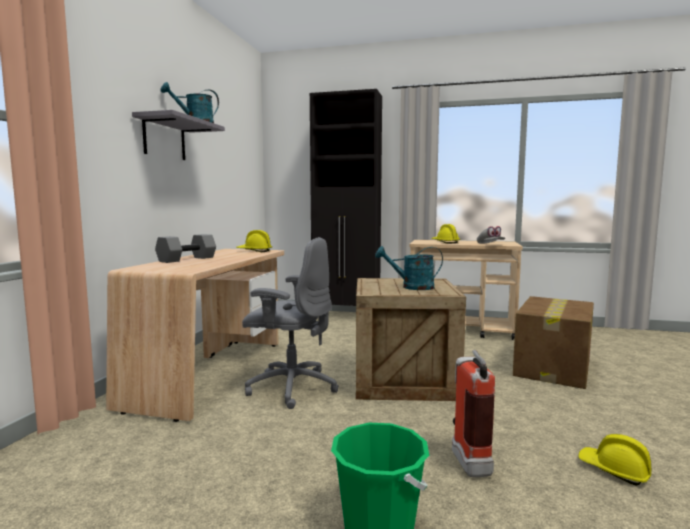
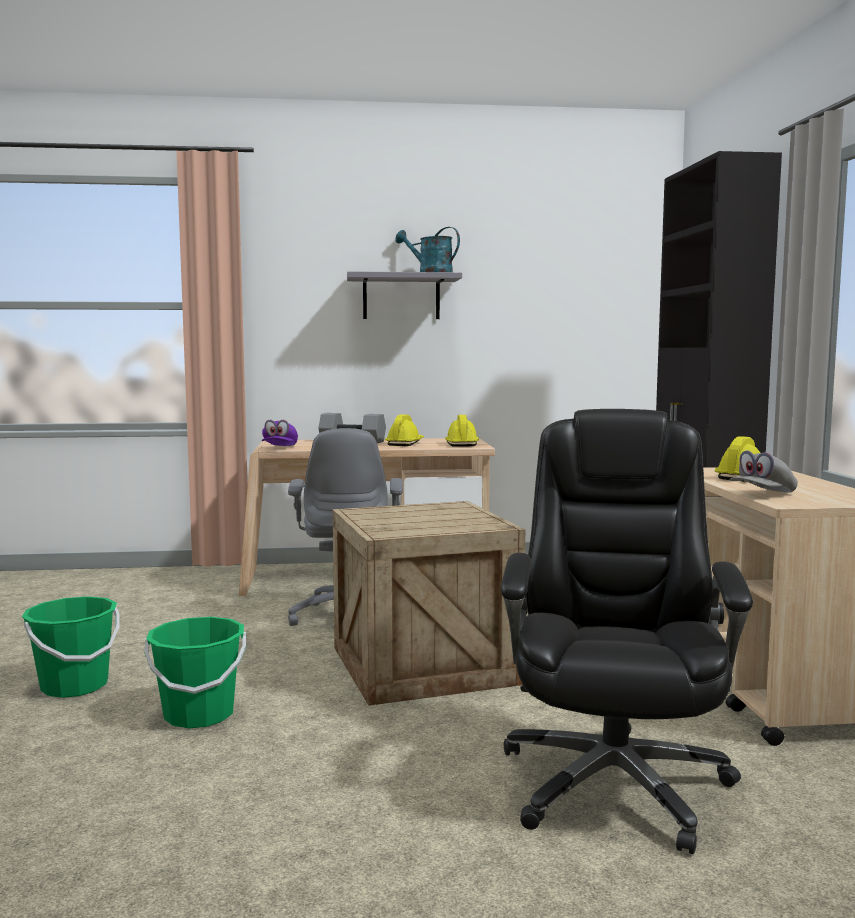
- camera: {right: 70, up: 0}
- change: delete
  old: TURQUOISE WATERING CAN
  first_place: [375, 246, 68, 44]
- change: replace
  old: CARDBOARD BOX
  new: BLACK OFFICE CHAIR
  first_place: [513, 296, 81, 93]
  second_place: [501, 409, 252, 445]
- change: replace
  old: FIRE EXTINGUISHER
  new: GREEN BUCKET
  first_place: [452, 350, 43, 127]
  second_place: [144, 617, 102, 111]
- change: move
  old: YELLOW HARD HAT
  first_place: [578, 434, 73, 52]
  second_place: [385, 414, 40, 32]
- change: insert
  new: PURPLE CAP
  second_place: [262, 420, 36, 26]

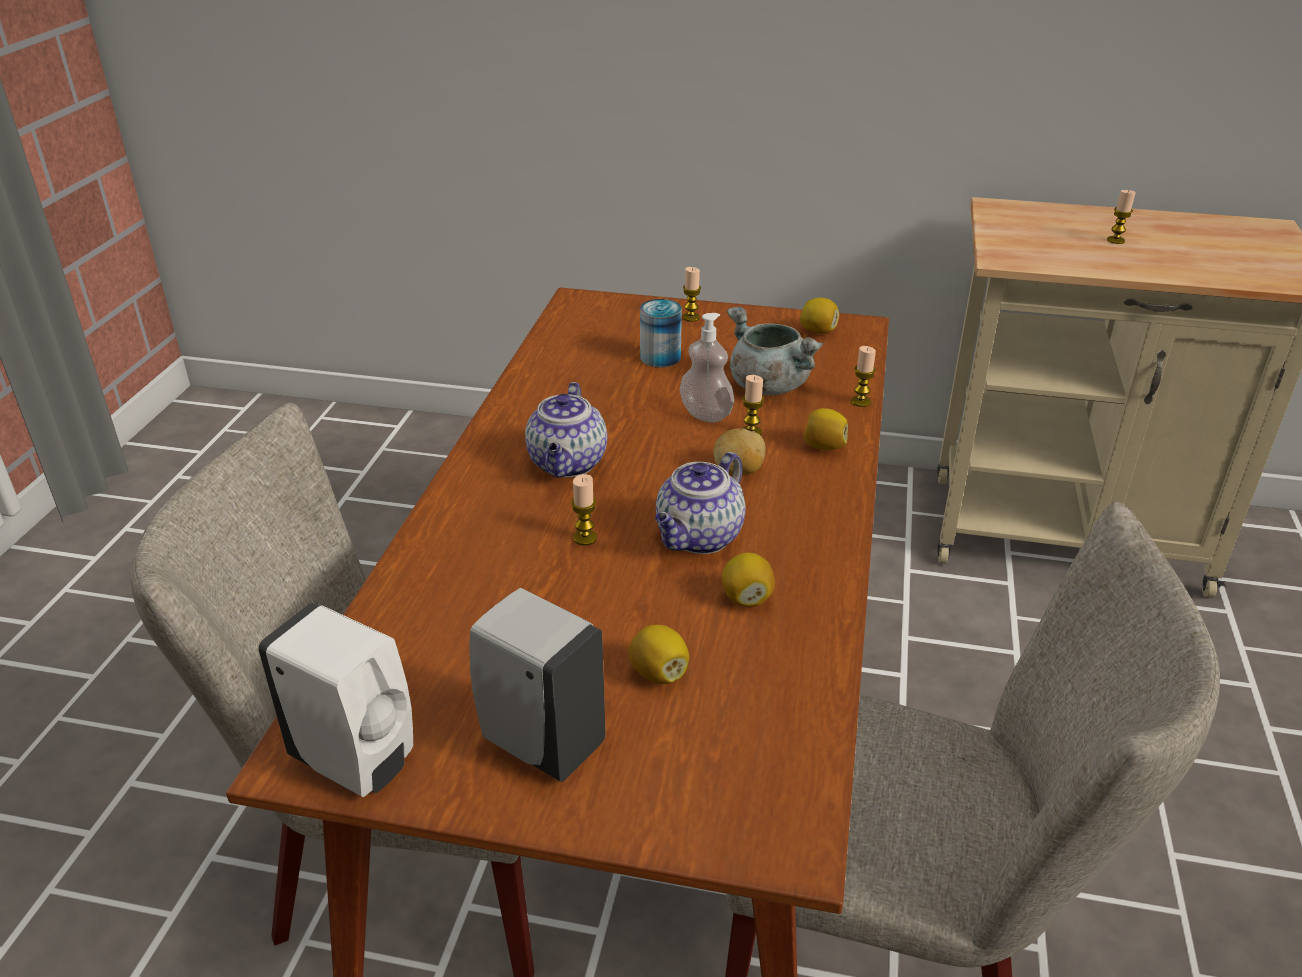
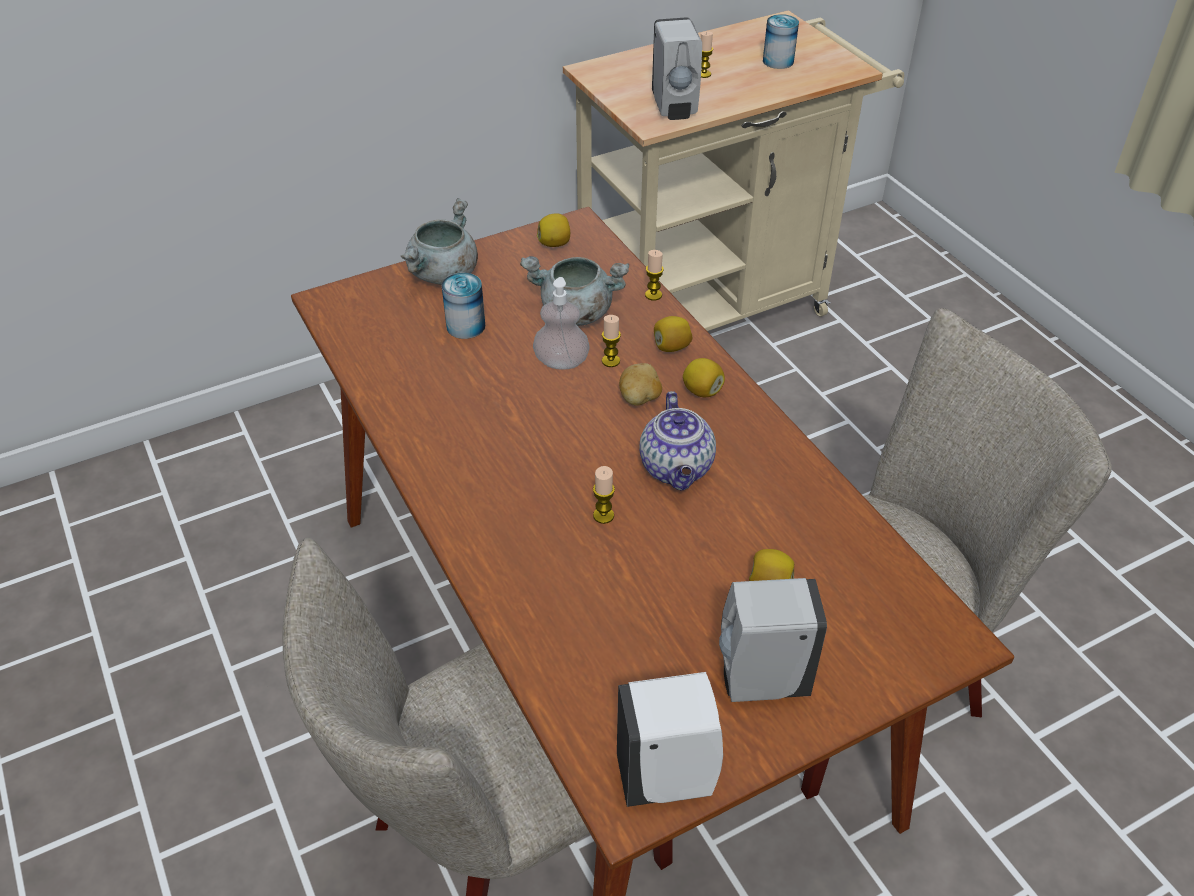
- camera: {right: -40, up: 10}
- change: replace
  old: CANDLE
  new: GREY COOKING POT
  first_place: [682, 267, 19, 55]
  second_place: [401, 198, 77, 87]
- change: delete
  old: TEAPOT
  first_place: [525, 382, 83, 95]
- change: move
  old: LEMON
  first_place: [722, 553, 53, 54]
  second_place: [683, 358, 42, 39]
- change: insert
  new: CAN
  second_place: [763, 14, 36, 55]
- change: insert
  new: WHITE SOAP DISPENSER
  second_place: [652, 17, 50, 103]

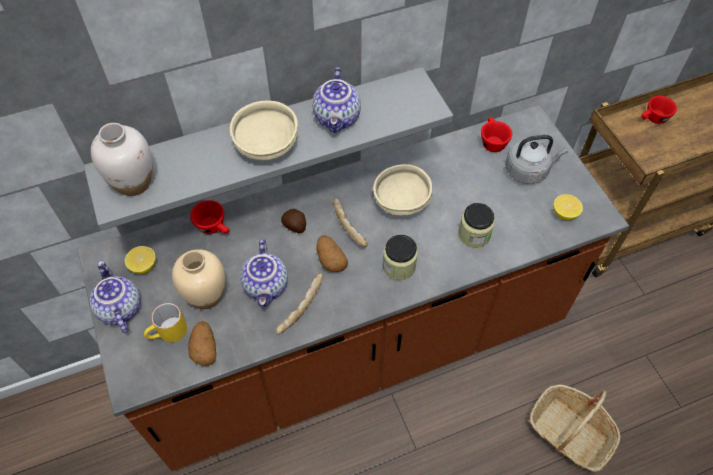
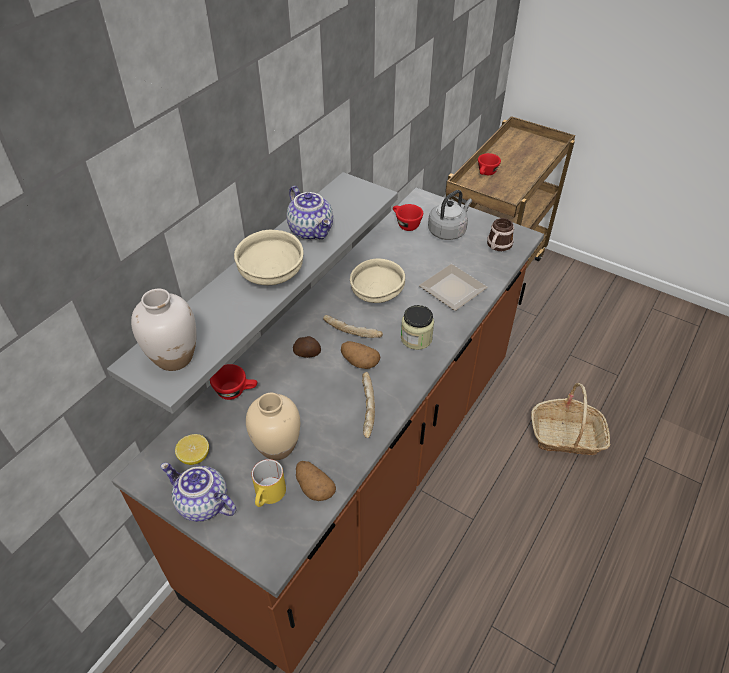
- camera: {right: -35, up: -10}
- change: replace
  old: LEMON
  new: MUG
  first_place: [553, 194, 30, 26]
  second_place: [487, 218, 27, 33]
- change: replace
  old: JAR
  new: PLATE
  first_place: [458, 203, 37, 45]
  second_place: [419, 264, 69, 47]
- change: delete
  old: TEAPOT
  first_place: [240, 239, 48, 68]

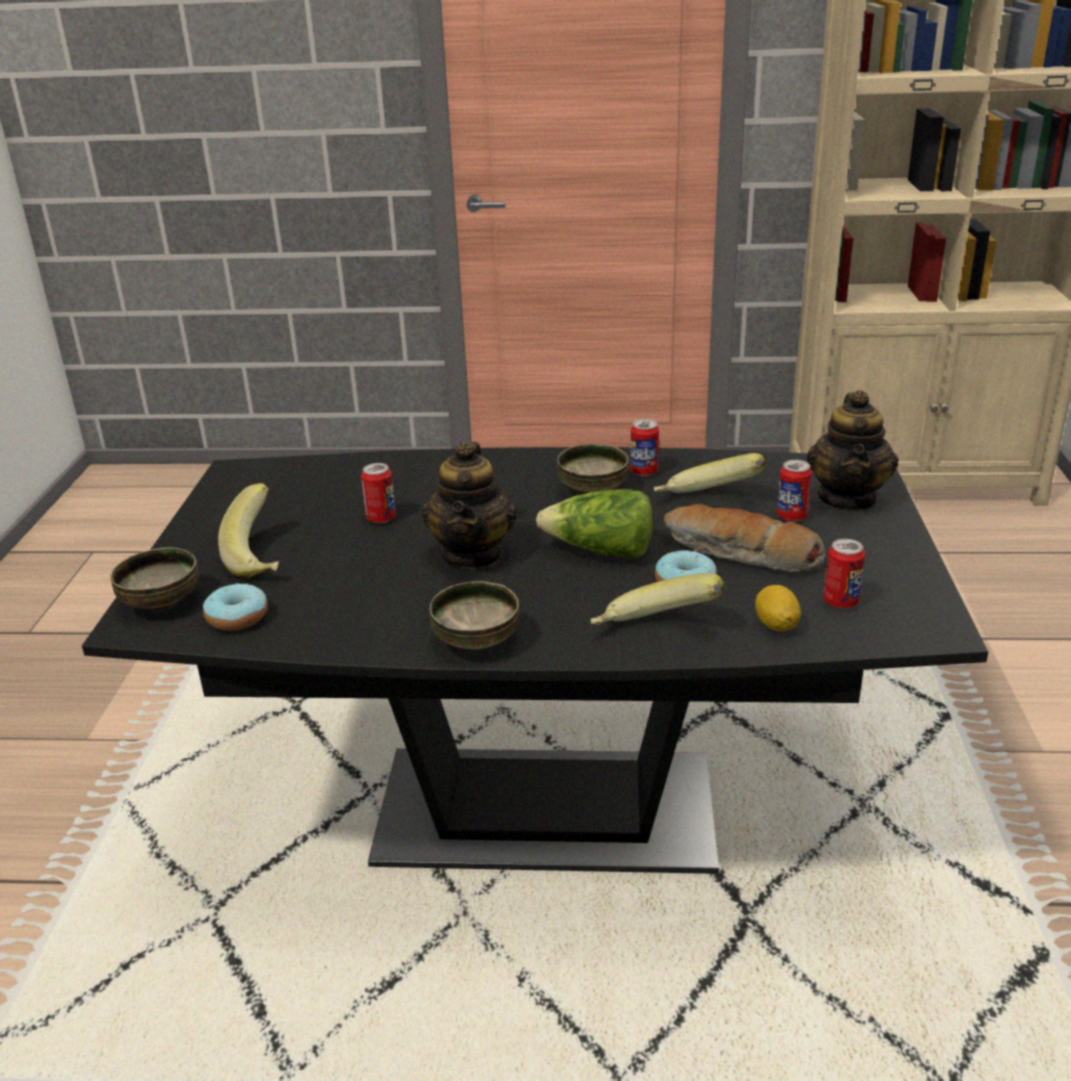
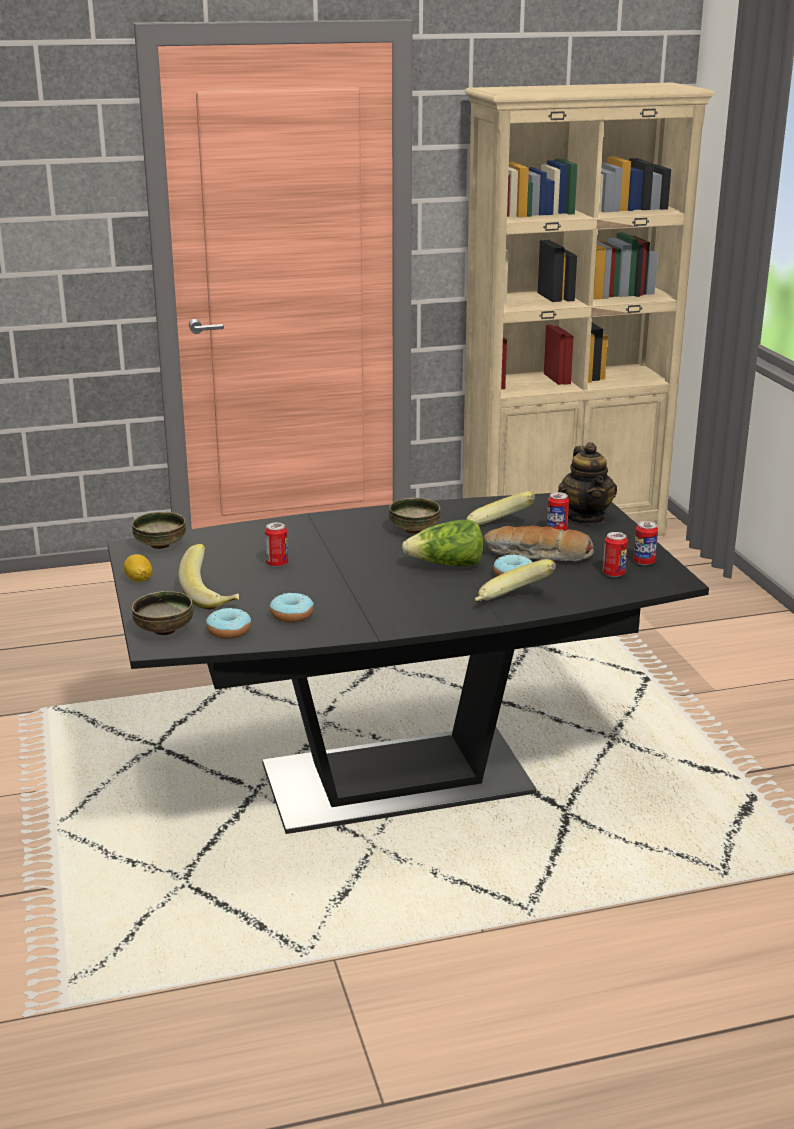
- camera: {right: -20, up: -5}
- change: move
  old: CAN
  first_place: [630, 419, 29, 57]
  second_place: [633, 521, 25, 44]
- change: delete
  old: TEAPOT
  first_place: [422, 441, 95, 129]
- change: move
  old: BOWL
  first_place: [429, 581, 91, 69]
  second_place: [132, 512, 54, 37]
- change: move
  old: LEMON
  first_place: [755, 585, 46, 46]
  second_place: [124, 554, 28, 28]
- change: insert
  new: DONUT
  second_place: [270, 593, 44, 30]

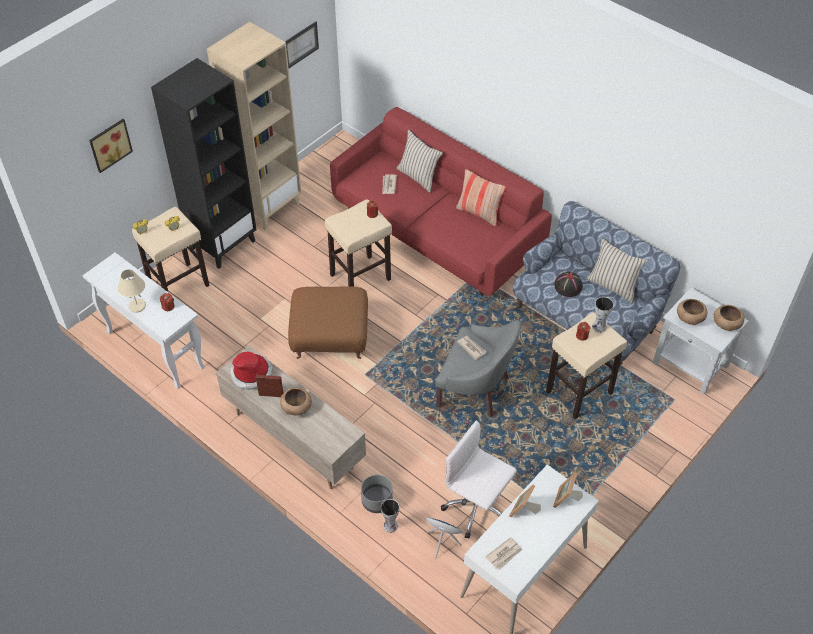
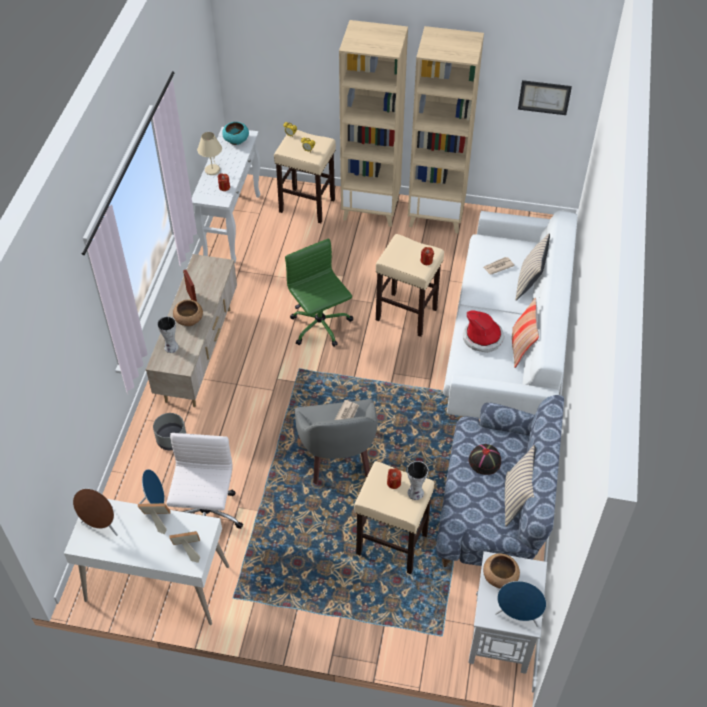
- camera: {right: 60, up: 0}
- change: recolor
  old: BLACK BOOKCASE
  new: BEIGE BOOKCASE
  first_place: [151, 58, 106, 211]
  second_place: [339, 20, 69, 207]
- change: recolor
  old: RED SOFA
  new: WHITE SOFA
  first_place: [330, 107, 222, 189]
  second_place: [443, 210, 134, 209]
- change: delete
  old: PICTURE
  first_place: [89, 119, 44, 54]
- change: replace
  old: BROWN OTTOMAN
  new: GREEN OFFICE CHAIR
  first_place: [288, 286, 80, 73]
  second_place: [285, 238, 68, 109]
- change: replace
  old: BROWN BOWL
  new: BLUE SPEAKER
  first_place: [714, 305, 31, 26]
  second_place: [495, 581, 51, 46]
- change: move
  old: HAT
  first_place: [231, 352, 42, 38]
  second_place: [463, 310, 42, 43]
- change: move
  old: VASE
  first_place: [381, 499, 19, 34]
  second_place: [157, 316, 22, 37]
- change: replace
  old: NEWSPAPER
  new: BROWN SPEAKER
  first_place: [485, 537, 38, 33]
  second_place: [73, 489, 45, 47]
- change: insert
  new: TURQUOISE BOWL
  second_place: [222, 122, 27, 23]

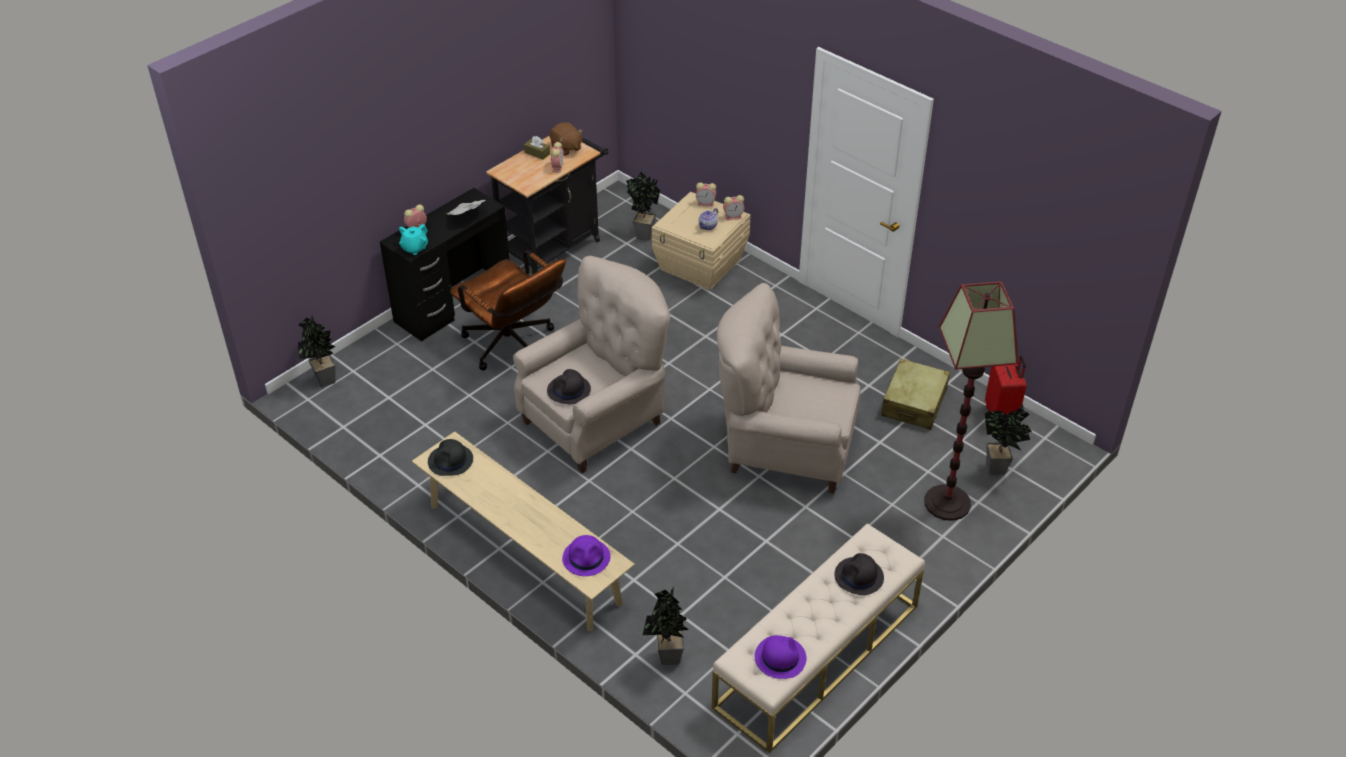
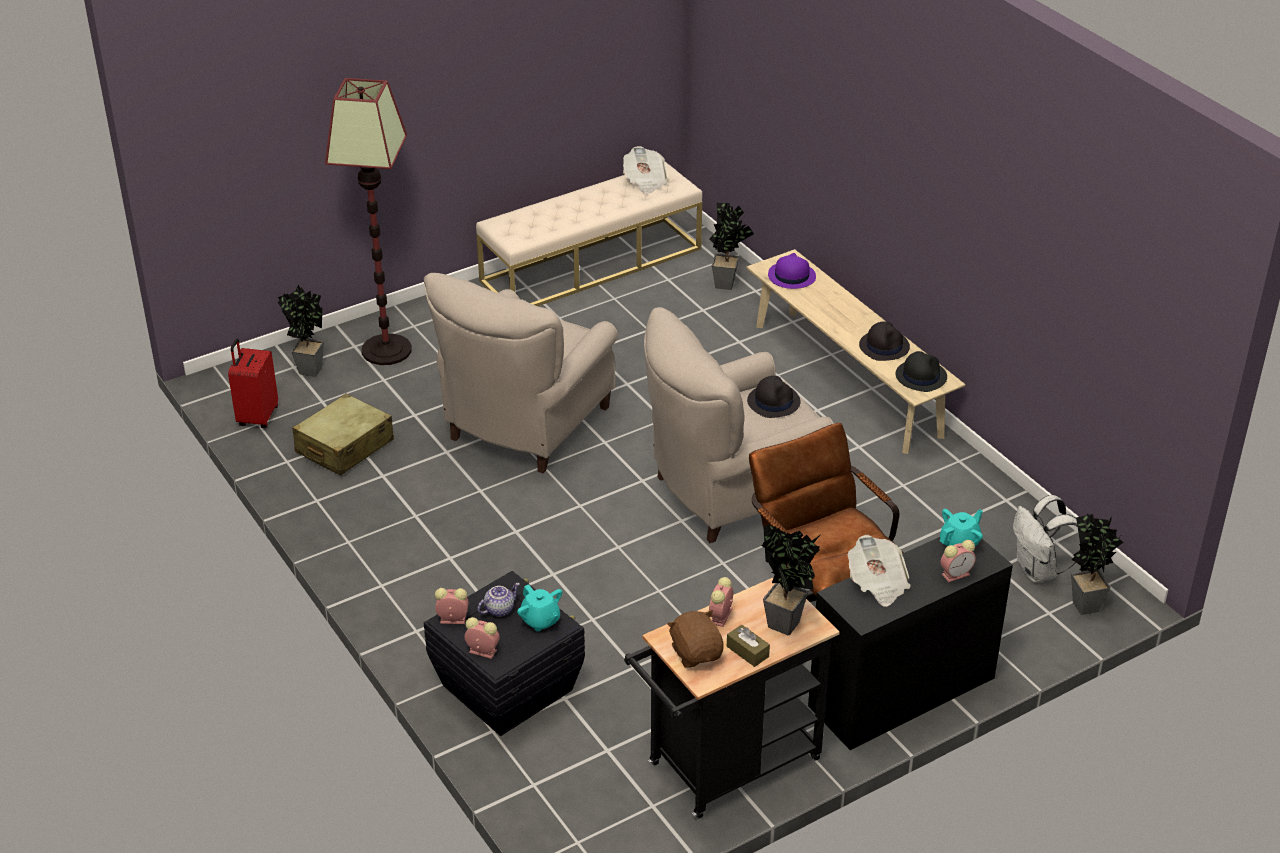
- camera: {right: -165, up: -5}
- change: move
  old: POTTED PLANT
  first_place: [626, 171, 34, 69]
  second_place: [762, 525, 58, 110]
- change: recolor
  old: BEIGE STORAGE BOX
  new: BLACK STORAGE BOX
  first_place: [652, 192, 99, 98]
  second_place: [424, 571, 161, 165]
- change: rotate
  old: BEIGE ARMCHAIR
  first_place: [717, 283, 144, 211]
  second_place: [424, 273, 194, 200]
  degrees: 90
- change: move
  old: BLACK HAT
  first_place: [835, 553, 49, 42]
  second_place: [859, 321, 51, 40]
- change: replace
  old: PURPLE HAT
  new: NEWSPAPER
  first_place: [755, 635, 52, 44]
  second_place: [623, 146, 45, 48]
- change: insert
  new: WHITE BACKPACK
  second_place: [1013, 495, 64, 88]
- change: insert
  new: TURQUOISE TEAPOT
  second_place: [517, 584, 45, 47]

